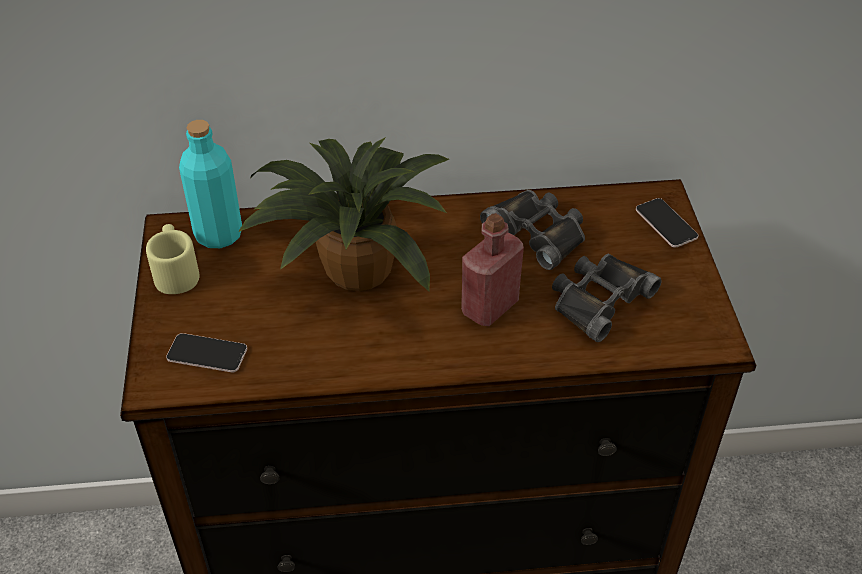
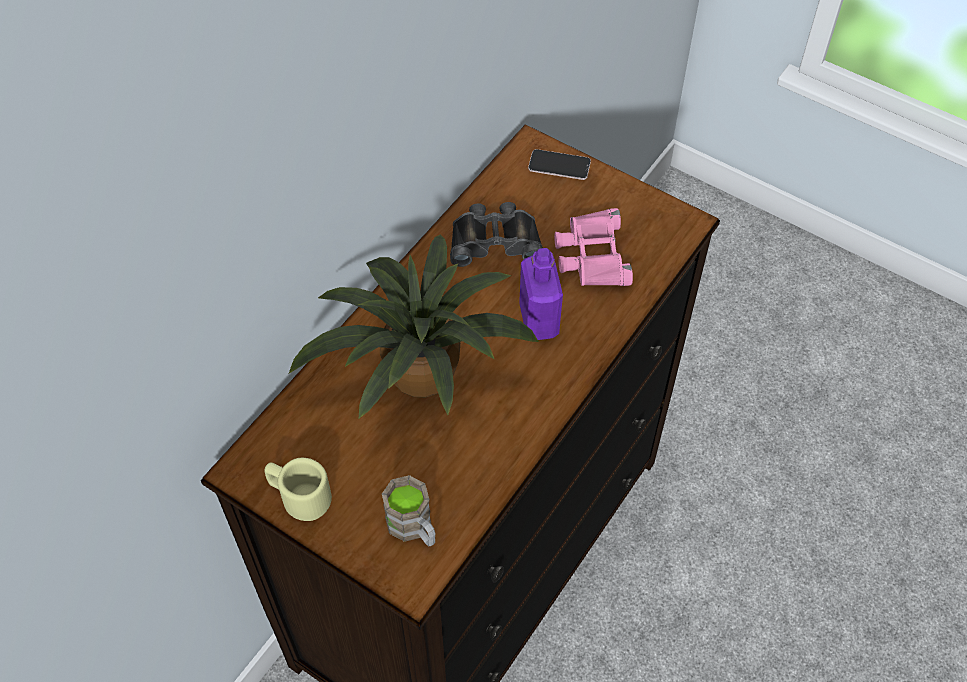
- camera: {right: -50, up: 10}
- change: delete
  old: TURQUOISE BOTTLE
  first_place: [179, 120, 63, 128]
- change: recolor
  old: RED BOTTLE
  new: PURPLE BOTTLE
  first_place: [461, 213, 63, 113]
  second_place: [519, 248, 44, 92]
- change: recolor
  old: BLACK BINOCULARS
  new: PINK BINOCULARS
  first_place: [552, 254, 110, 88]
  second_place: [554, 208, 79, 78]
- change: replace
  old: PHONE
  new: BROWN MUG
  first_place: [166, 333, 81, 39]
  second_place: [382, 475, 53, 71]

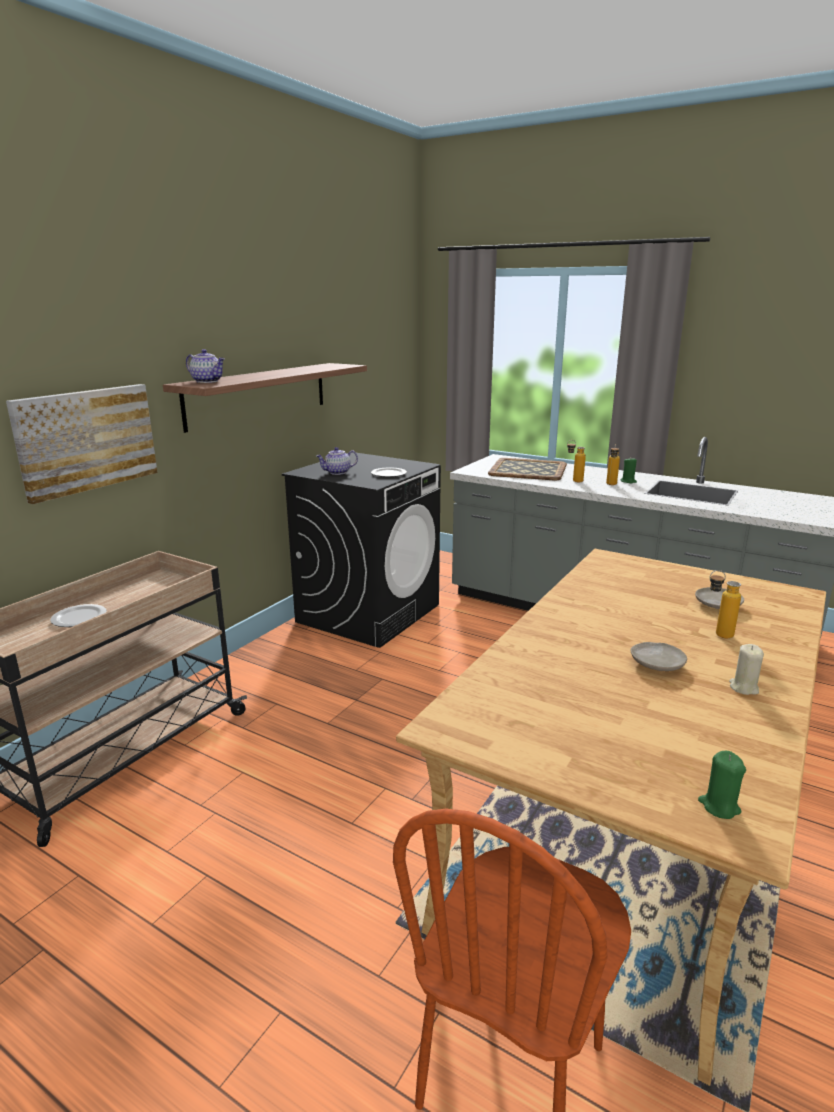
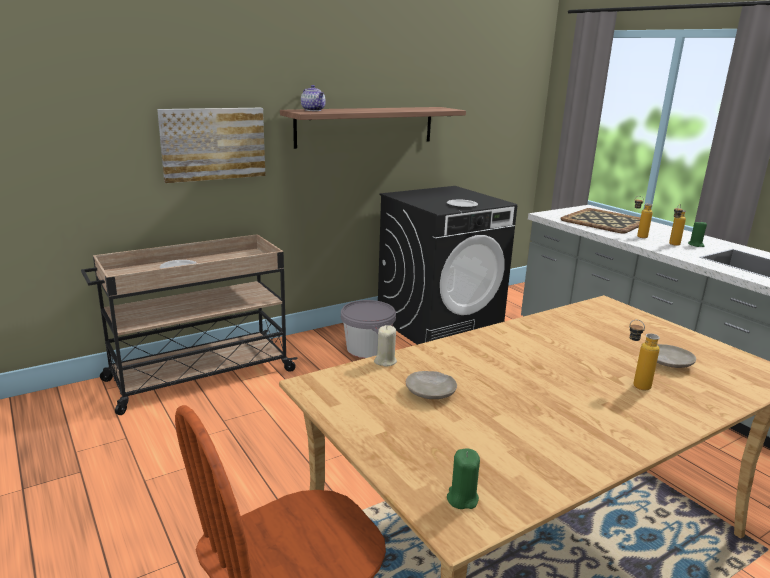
- camera: {right: 25, up: 0}
- change: delete
  old: TEAPOT
  first_place: [316, 447, 42, 28]
- change: move
  old: BEIGE PLATE
  first_place: [631, 642, 56, 29]
  second_place: [406, 371, 51, 28]
- change: move
  old: BEIGE CANDLE
  first_place: [729, 644, 35, 51]
  second_place: [374, 325, 23, 42]
- change: insert
  new: GREY BUCKET
  second_place: [341, 300, 55, 58]

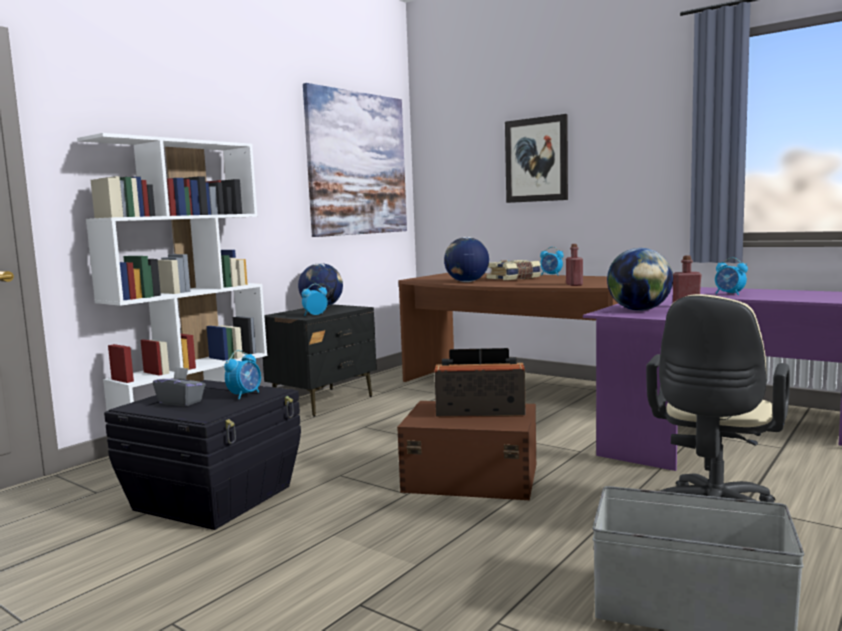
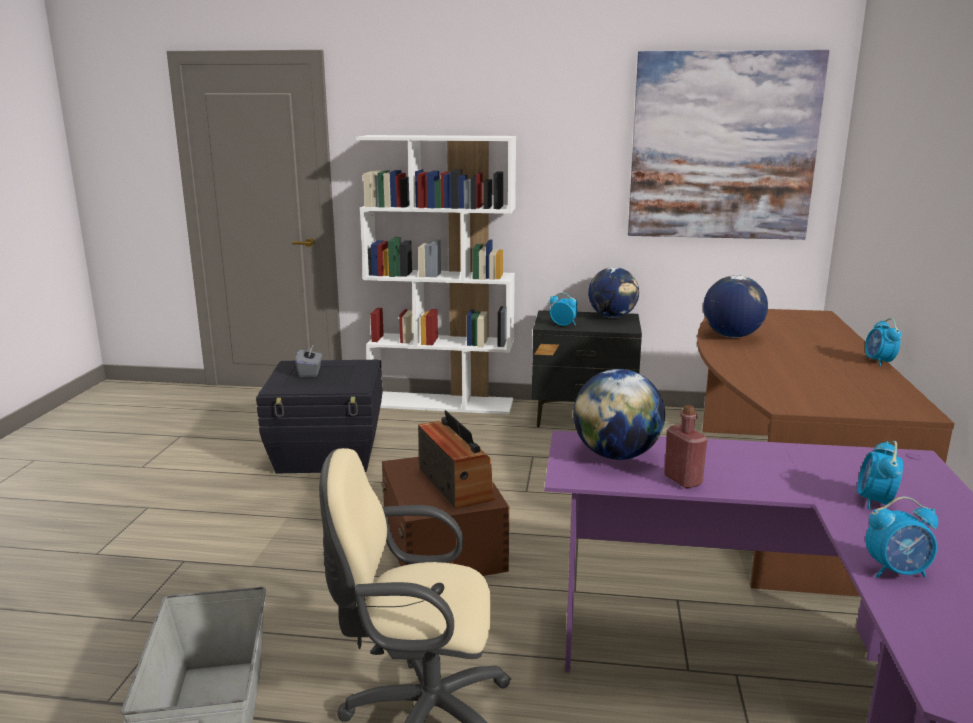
- camera: {right: 60, up: 10}
- change: delete
  old: PICTURE
  first_place: [505, 114, 63, 89]
- change: delete
  old: RED BOTTLE
  first_place: [566, 244, 17, 42]
- change: delete
  old: BOOK
  first_place: [486, 260, 55, 20]
- change: move
  old: ALARM CLOCK
  first_place: [224, 350, 37, 49]
  second_place: [866, 497, 72, 81]

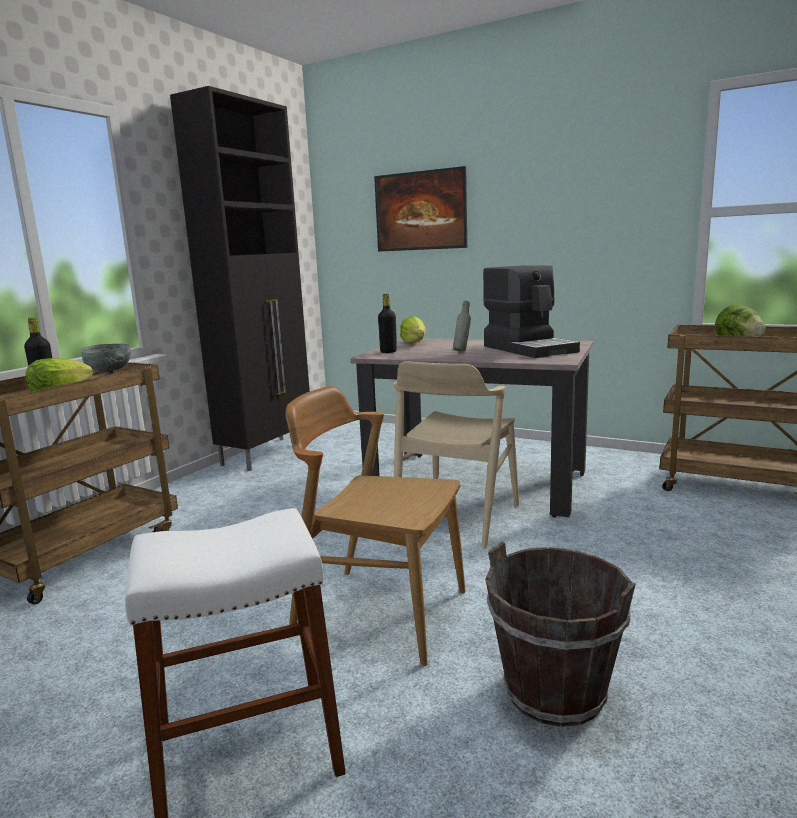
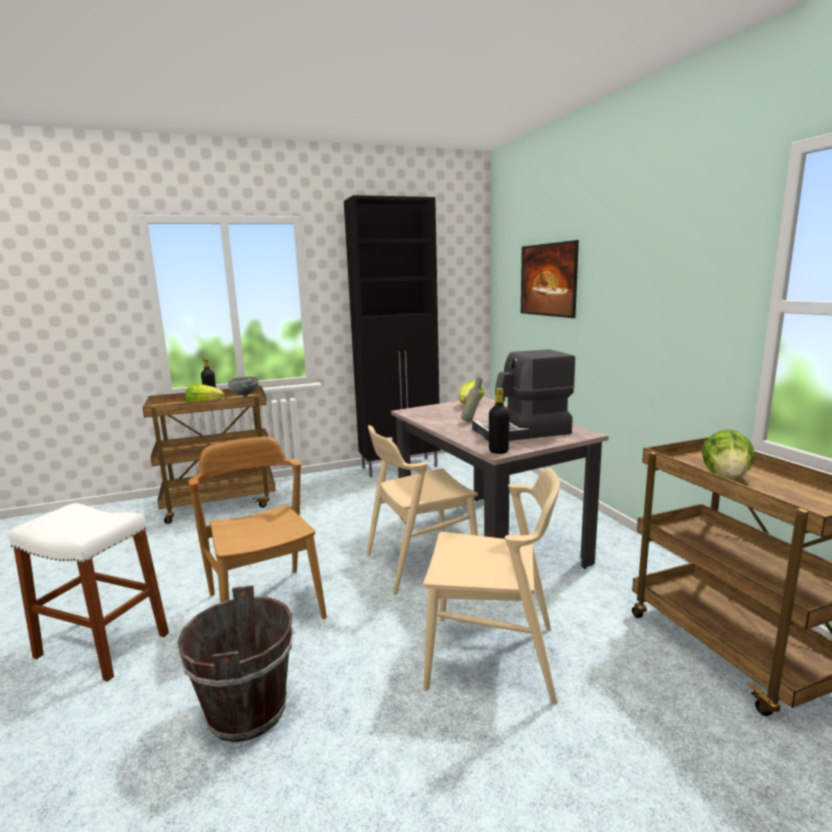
- camera: {right: 40, up: 0}
- change: rotate
  old: COFFEE MACHINE
  first_place: [483, 265, 97, 93]
  second_place: [472, 349, 103, 93]
  degrees: 60
- change: move
  old: BLACK BOTTLE
  first_place: [378, 293, 19, 60]
  second_place: [489, 388, 21, 66]
- change: insert
  new: BEIGE CHAIR
  second_place: [423, 468, 137, 237]

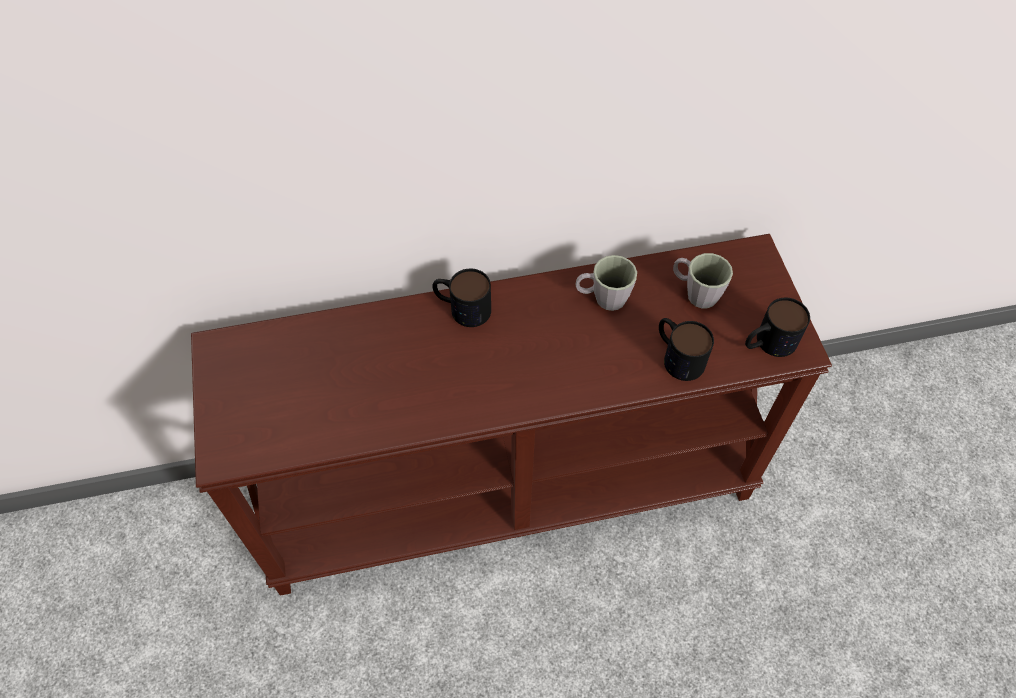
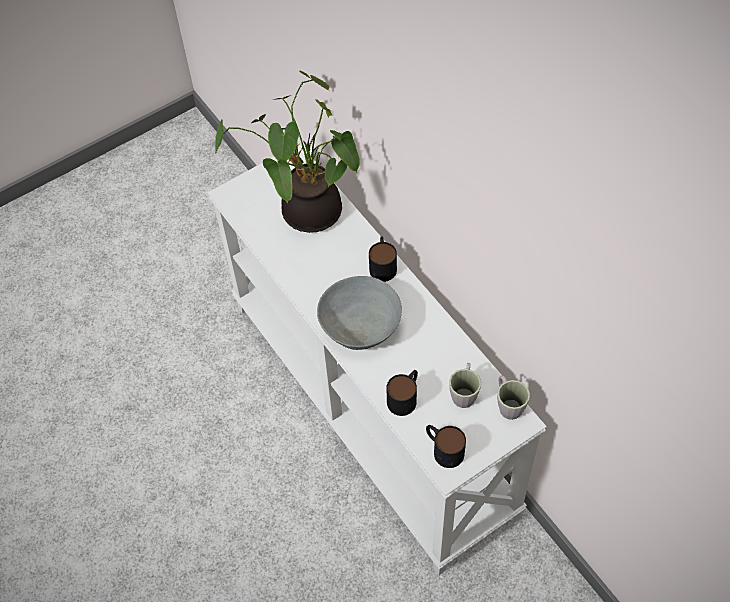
- camera: {right: 70, up: 0}
- change: recolor
  old: BROWN CONSOLE TABLE
  new: WHITE CONSOLE TABLE
  first_place: [191, 234, 641, 362]
  second_place: [208, 143, 339, 432]
- change: move
  old: GREY MUG
  first_place: [575, 255, 62, 56]
  second_place: [497, 375, 33, 45]
- change: insert
  new: POTTED PLANT
  second_place: [214, 71, 146, 162]
- change: insert
  new: GREY BOWL
  second_place: [317, 276, 85, 74]

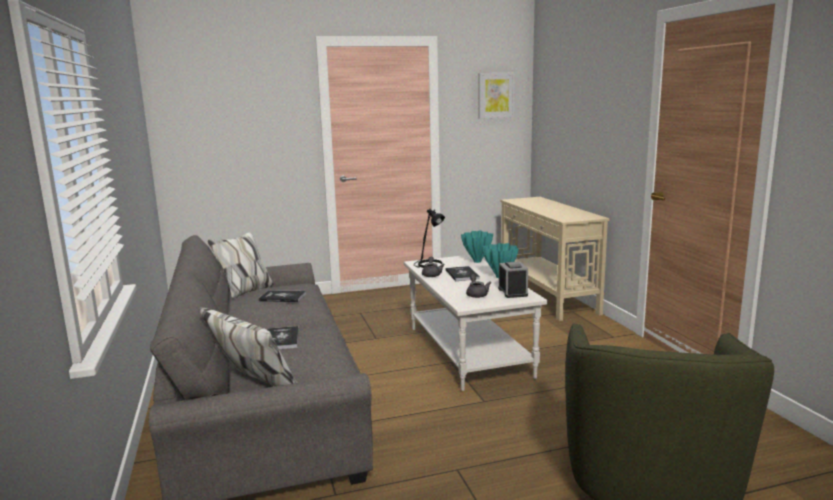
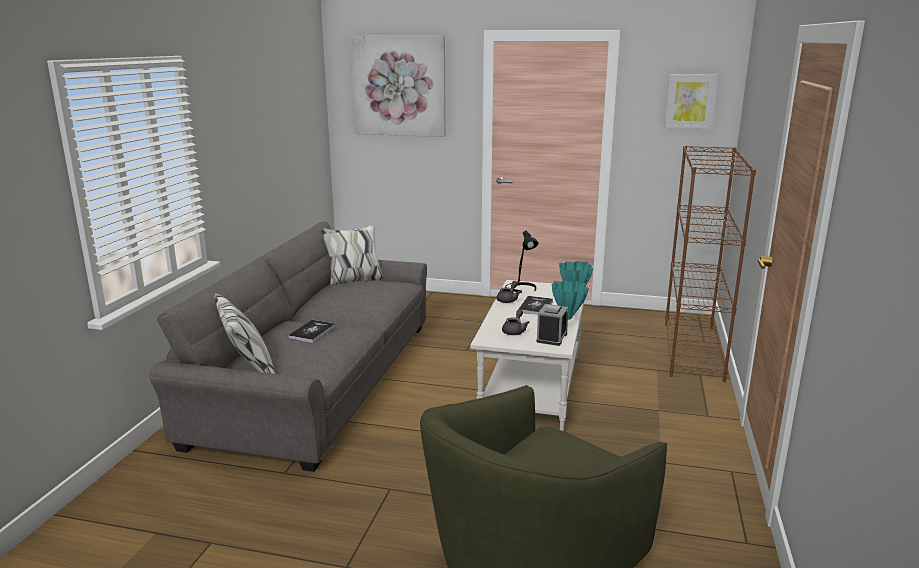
- camera: {right: 30, up: 5}
- change: replace
  old: BEIGE CONSOLE TABLE
  new: BROWN BOOKCASE
  first_place: [501, 197, 109, 124]
  second_place: [665, 146, 91, 236]
- change: delete
  old: BOOK
  first_place: [258, 290, 48, 12]
- change: insert
  new: PICTURE
  second_place: [350, 35, 96, 102]

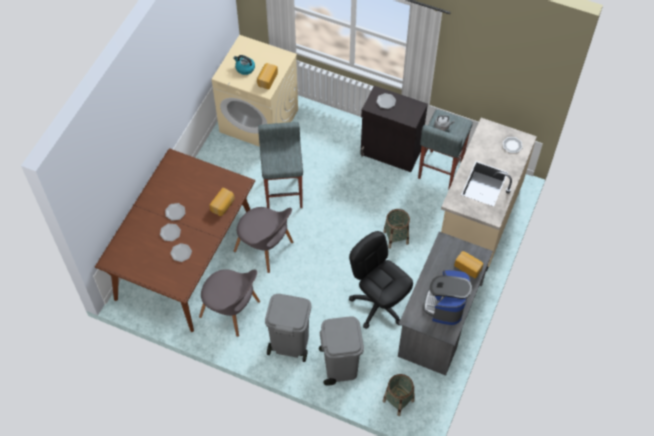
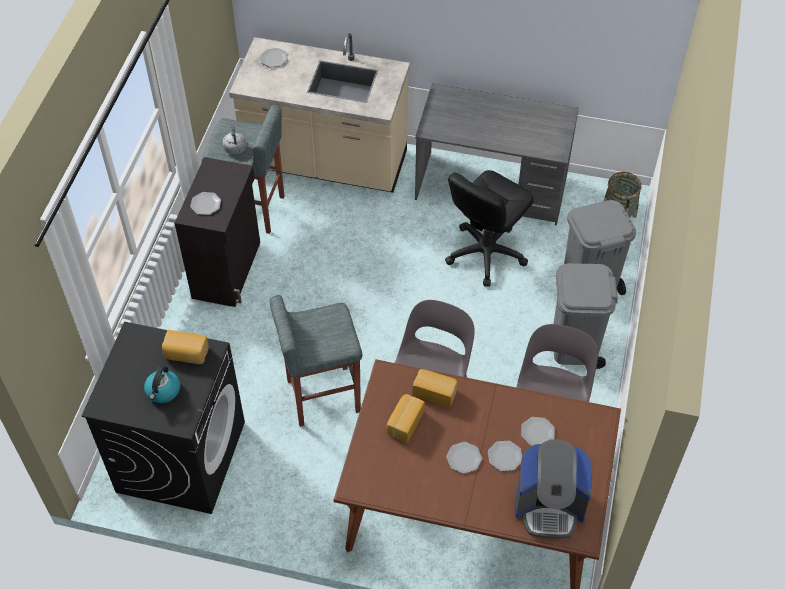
- camera: {right: -100, up: -5}
- change: recolor
  old: BEIGE WASHING MACHINE
  new: BLACK WASHING MACHINE
  first_place: [212, 35, 86, 112]
  second_place: [81, 321, 164, 193]
- change: delete
  old: BASKET
  first_place: [383, 209, 27, 40]
- change: move
  old: BREAD
  first_place: [454, 251, 29, 27]
  second_place: [386, 394, 39, 49]
- change: move
  old: COFFEE MACHINE
  first_place: [423, 270, 49, 55]
  second_place: [515, 439, 77, 100]

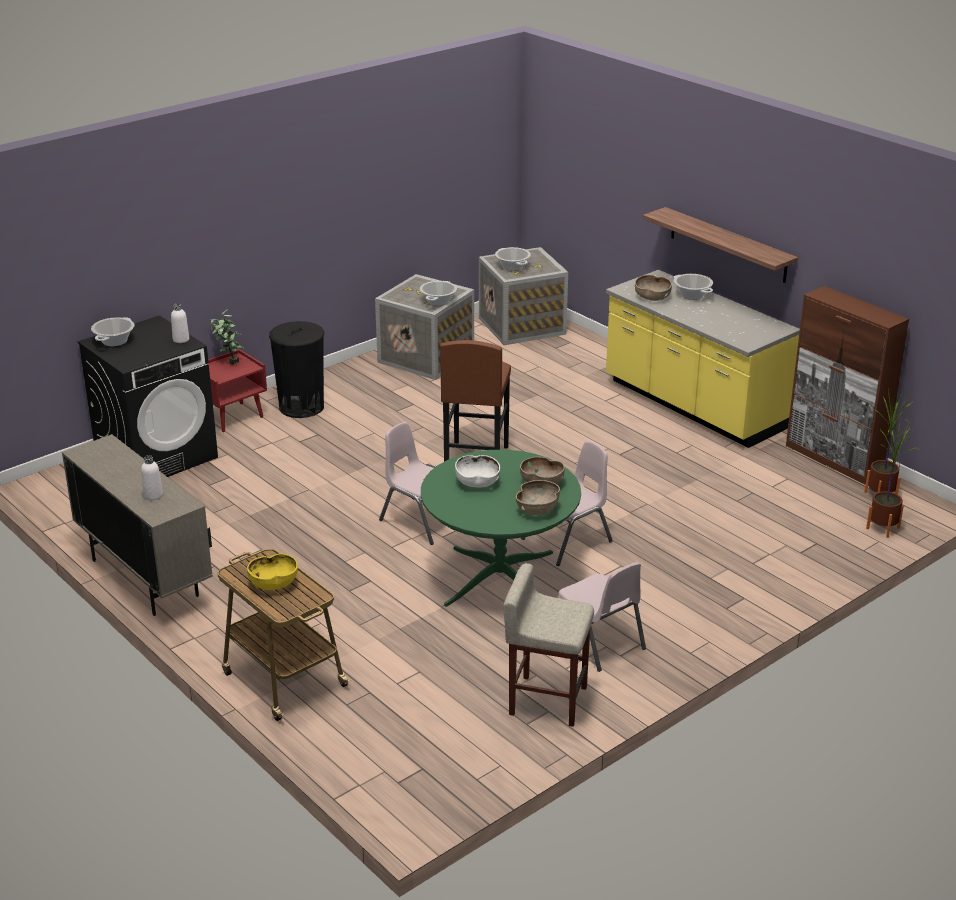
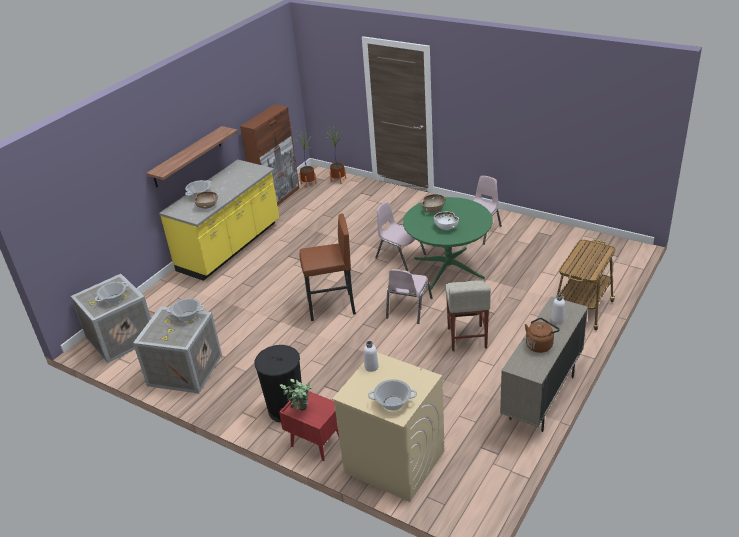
- camera: {right: -105, up: 5}
- change: recolor
  old: BLACK WASHING MACHINE
  new: BEIGE WASHING MACHINE
  first_place: [77, 316, 141, 161]
  second_place: [332, 352, 113, 150]
- change: delete
  old: BROWN BOWL
  first_place: [515, 480, 45, 35]
- change: delete
  old: YELLOW BOWL
  first_place: [247, 554, 51, 36]
- change: move
  old: BEIGE STOOL
  first_place: [503, 563, 91, 164]
  second_place: [445, 280, 46, 71]
- change: insert
  new: BROWN KETTLE
  second_place: [525, 318, 35, 35]

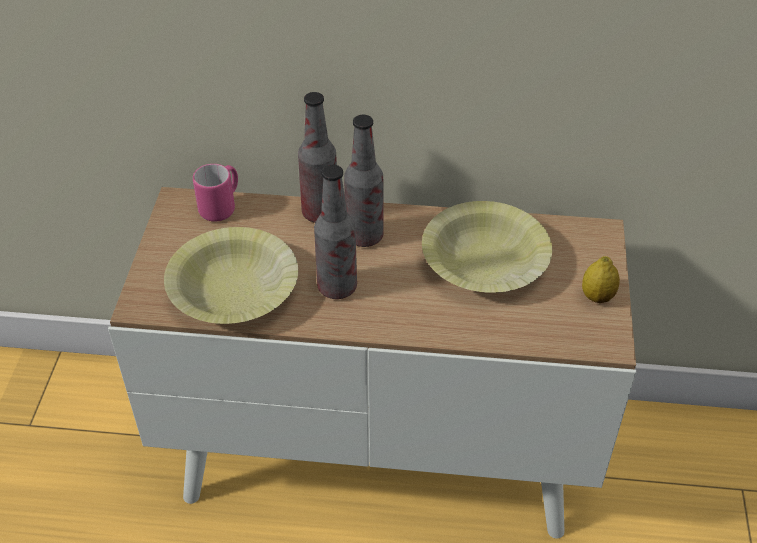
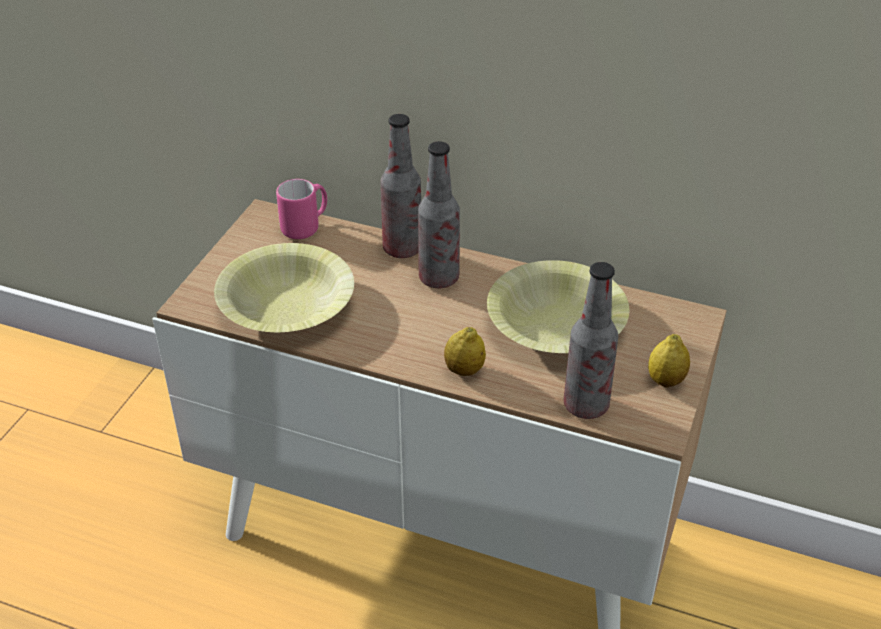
- camera: {right: 15, up: -5}
- change: move
  old: BOTTLE
  first_place: [314, 164, 43, 135]
  second_place: [564, 262, 54, 157]
- change: insert
  new: LEMON
  second_place: [444, 327, 42, 49]

